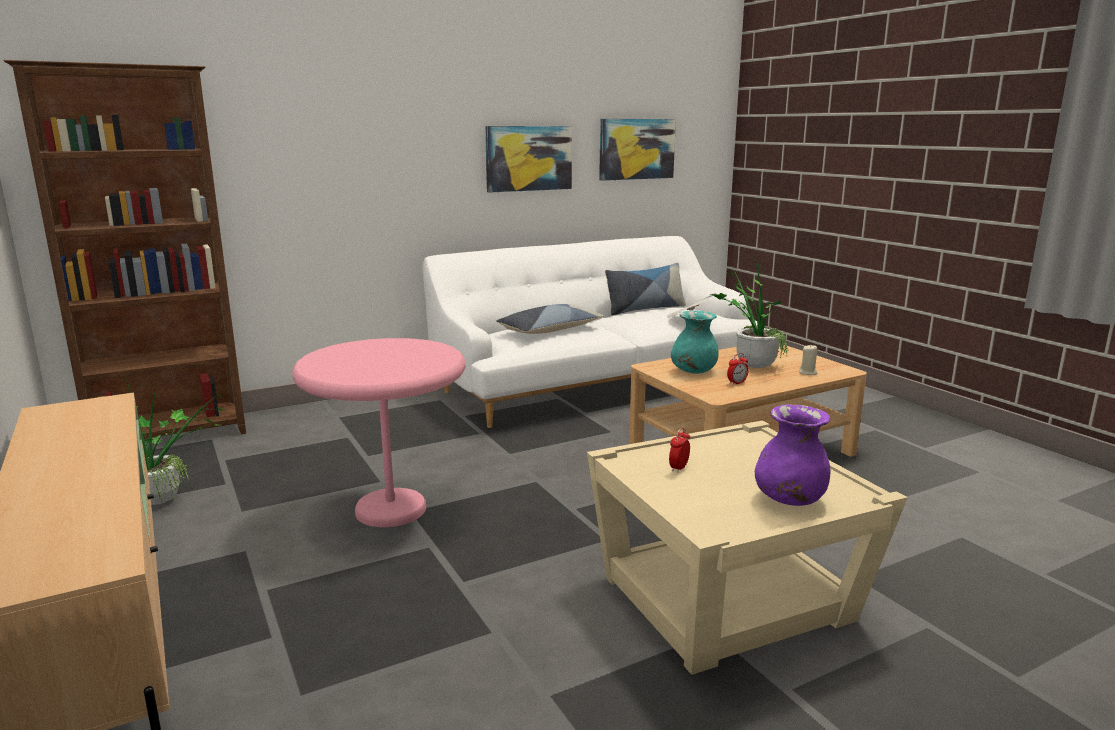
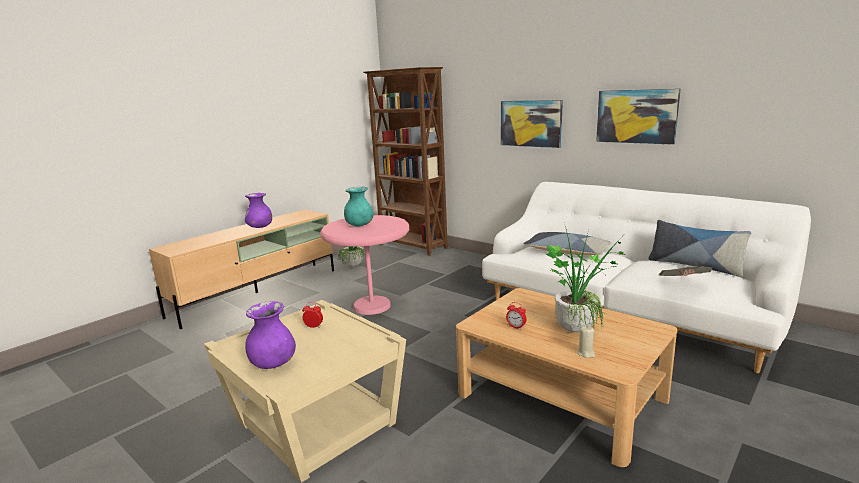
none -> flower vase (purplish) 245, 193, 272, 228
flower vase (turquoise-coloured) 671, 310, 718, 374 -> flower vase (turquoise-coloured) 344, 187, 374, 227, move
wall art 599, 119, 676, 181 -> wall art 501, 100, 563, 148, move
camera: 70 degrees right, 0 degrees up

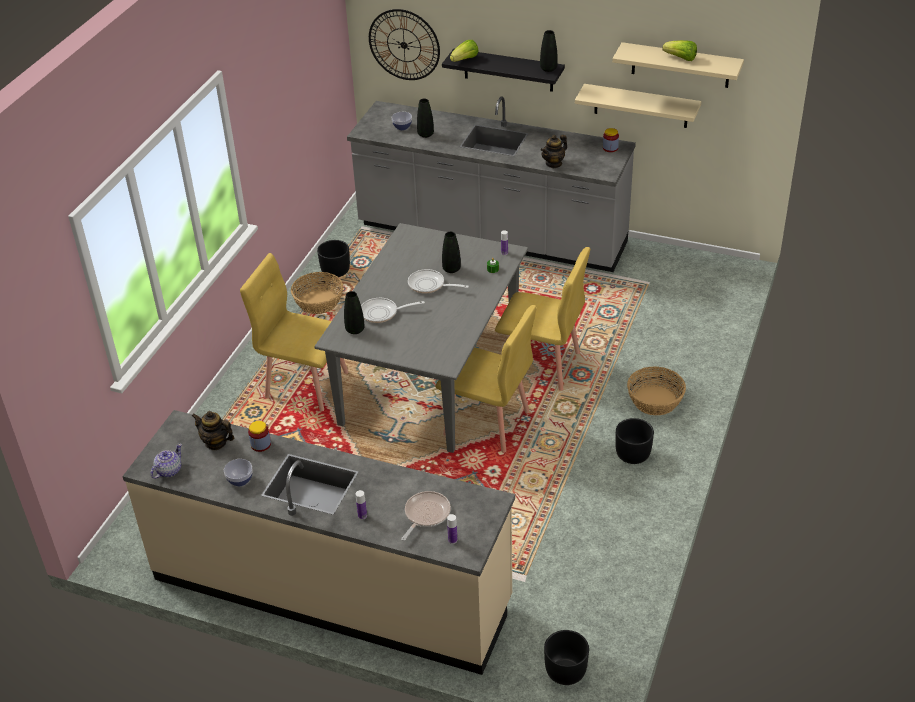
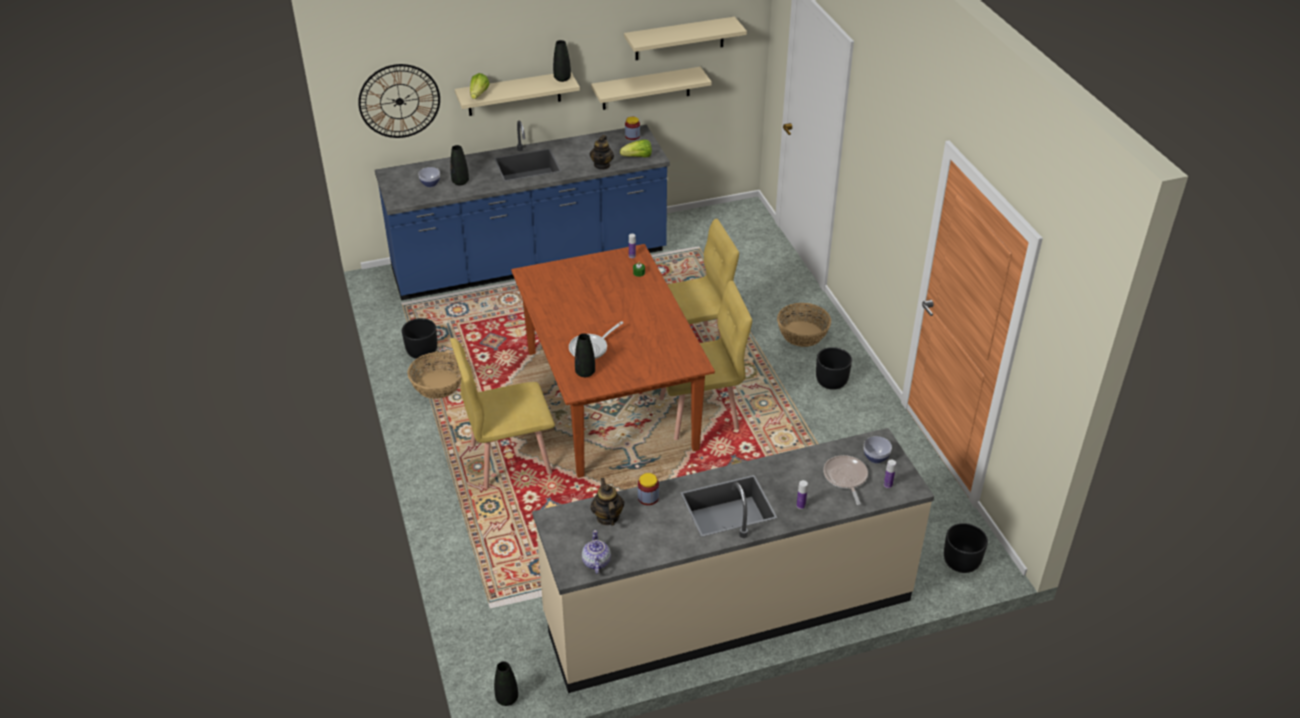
kitchen base unit (grey) 347, 97, 636, 272 -> kitchen base unit (bluish) 375, 121, 670, 300
shelf (blackish) 442, 49, 565, 92 -> shelf (beige) 455, 72, 580, 116
flower vase (blackish) 442, 232, 461, 273 -> flower vase (blackish) 494, 661, 518, 706, move
kitchen table (grey) 314, 223, 528, 453 -> kitchen table (brown-coloured) 511, 244, 715, 478
tea pot 192, 411, 234, 450 -> tea pot 591, 478, 624, 525, 90 degrees clockwise
head of lettuce 662, 40, 697, 61 -> head of lettuce 620, 139, 652, 158, move
serving bowl 224, 459, 253, 486 -> serving bowl 864, 436, 892, 463, move
pan 408, 269, 469, 293 -> none
camera: 40 degrees left, 0 degrees up

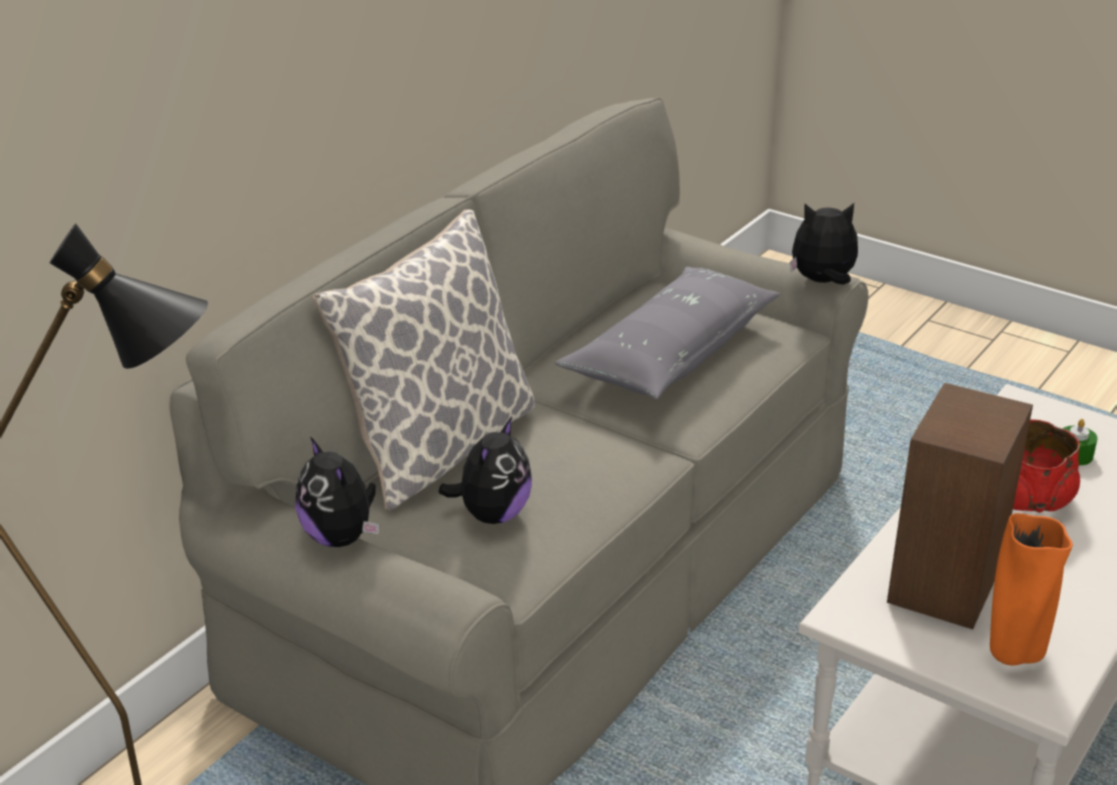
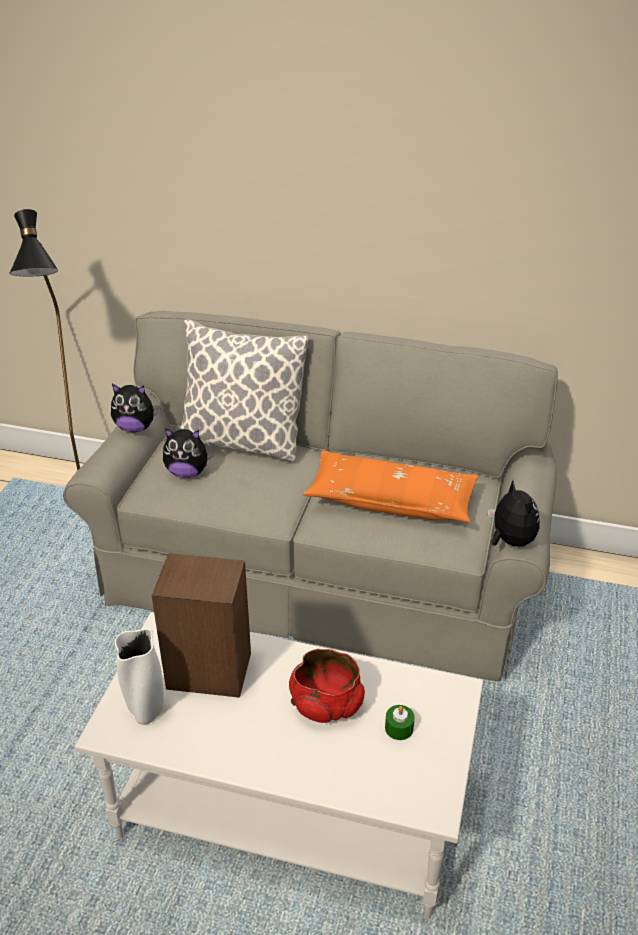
plush toy 295, 437, 379, 547 -> plush toy 111, 384, 160, 432, 120 degrees counterclockwise
flower vase (orangey) 990, 513, 1073, 665 -> flower vase (white) 115, 629, 164, 725
pillow (grey) 555, 267, 781, 399 -> pillow (orangey) 303, 450, 478, 523
camera: 70 degrees right, 5 degrees up

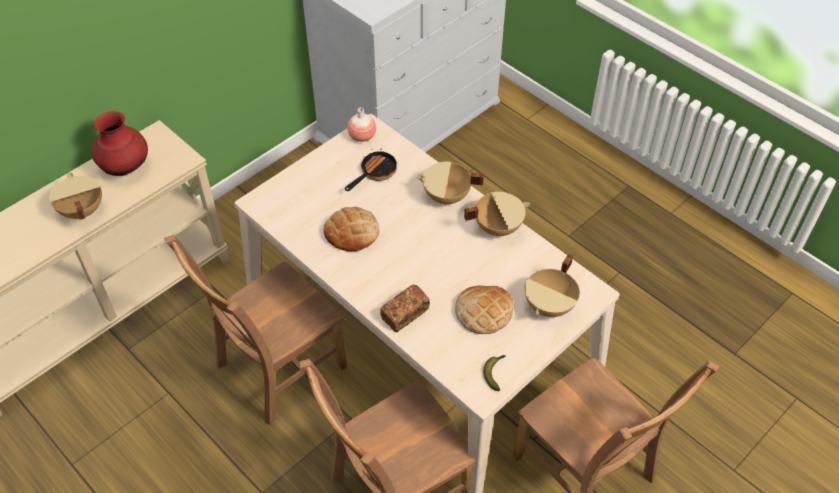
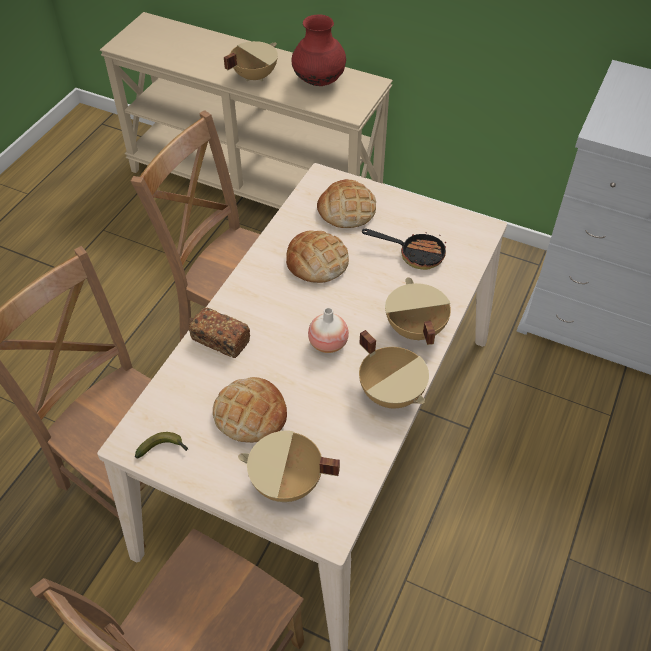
flower vase 347, 107, 376, 142 -> flower vase 308, 308, 349, 353, move
none -> bread 317, 179, 376, 228
camera: 70 degrees right, 0 degrees up

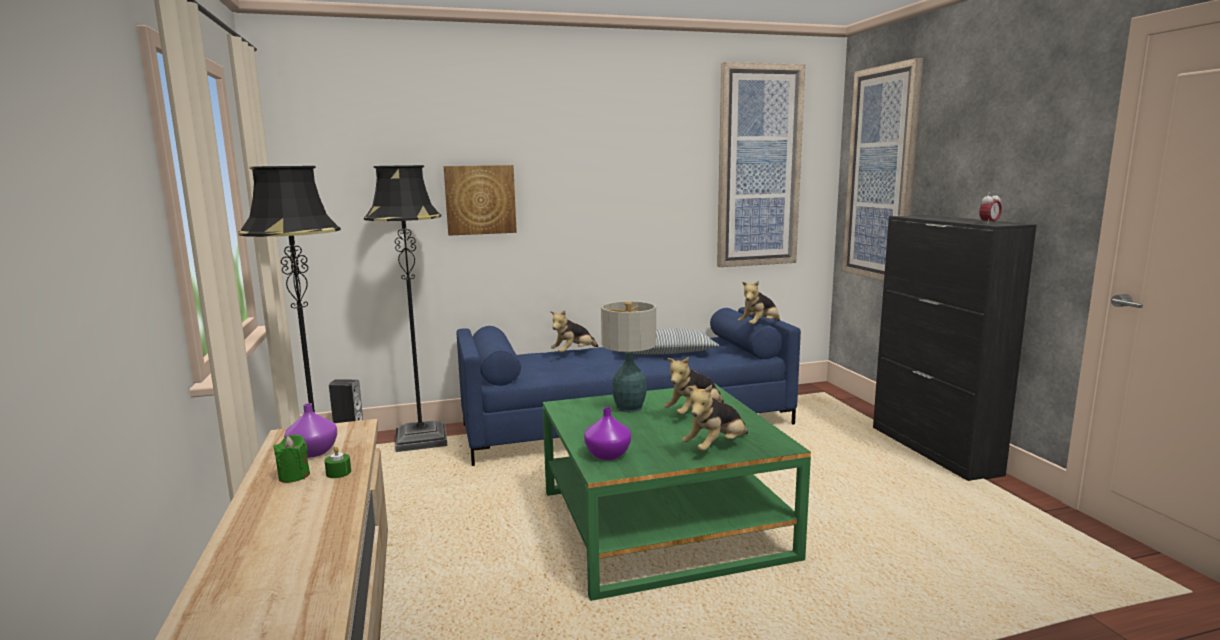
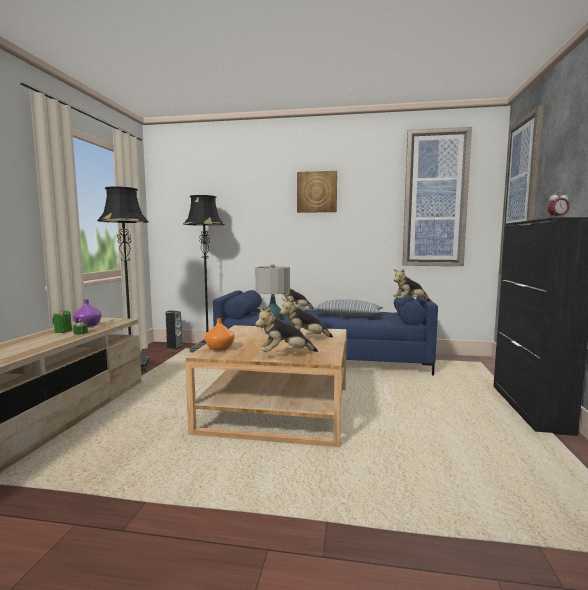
lounge table (green-coloured) 543, 384, 811, 601 -> lounge table (beige) 185, 325, 347, 447
flower vase (purplish) 584, 407, 631, 460 -> flower vase (orangey) 205, 318, 234, 351
wall art 444, 165, 517, 236 -> wall art 297, 171, 337, 213, move
camera: 25 degrees right, 5 degrees down

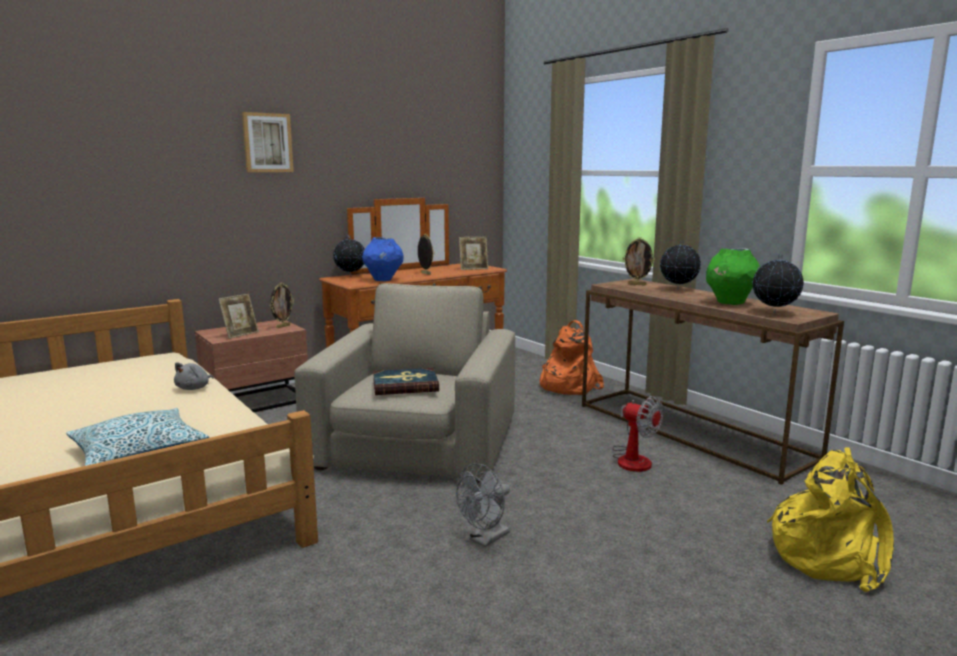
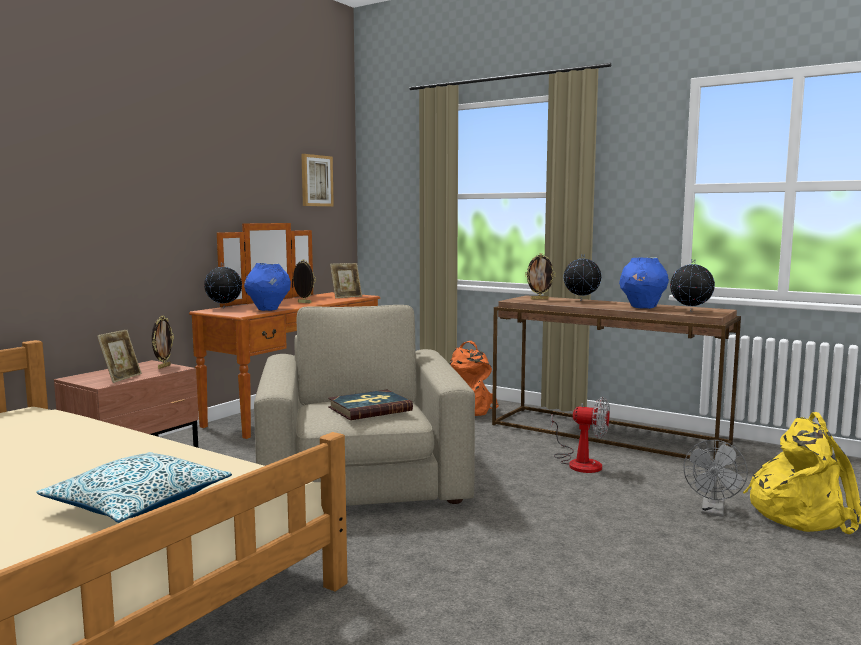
wall art 242, 112, 294, 172 -> wall art 301, 154, 334, 206, move
flower vase (green-coloured) 706, 249, 760, 305 -> flower vase (bluish) 619, 257, 669, 309
cooling fan (grey) 456, 463, 510, 547 -> cooling fan (grey) 683, 440, 748, 516, move
plush toy (grey) 174, 362, 214, 390 -> none
camera: 20 degrees left, 5 degrees down

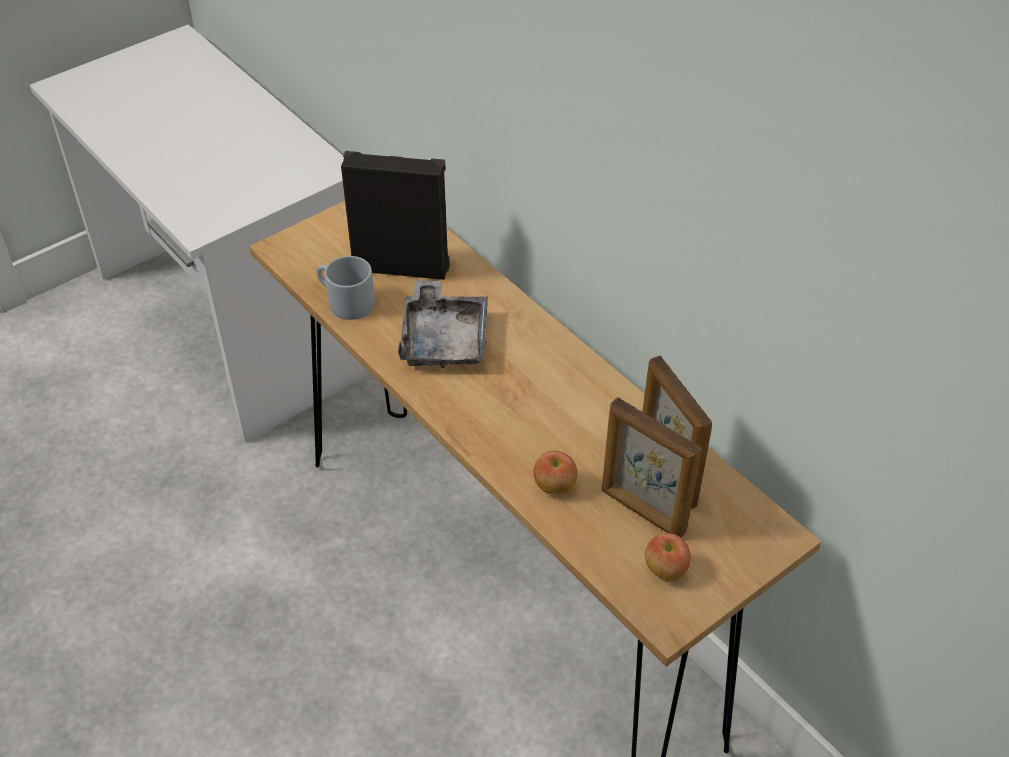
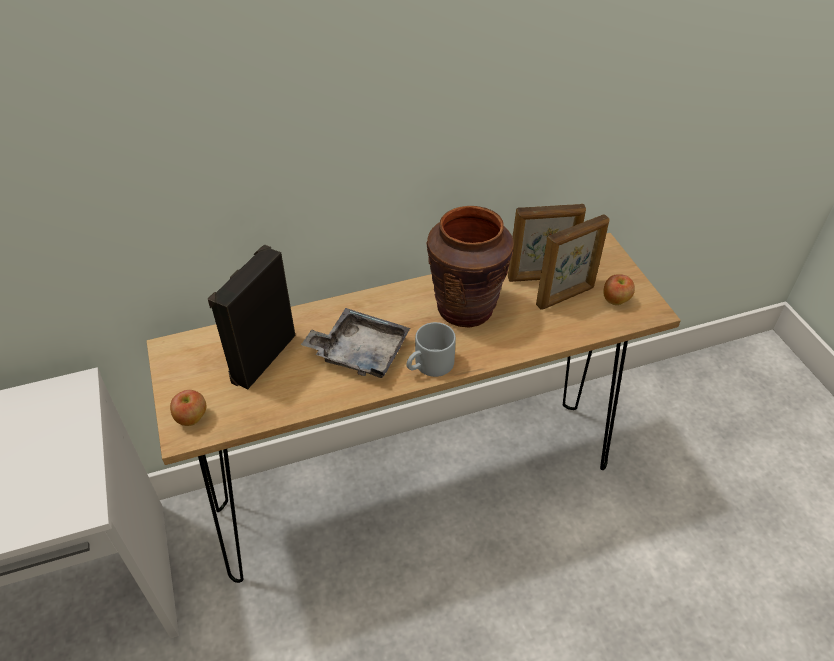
apple fruit 533, 450, 577, 494 -> apple fruit 170, 390, 206, 426, move
coffee mug (grey) 316, 256, 375, 320 -> coffee mug (grey) 407, 322, 456, 377, move
none -> flower vase (brown-coloured) 427, 206, 514, 328
camera: 70 degrees left, 0 degrees up

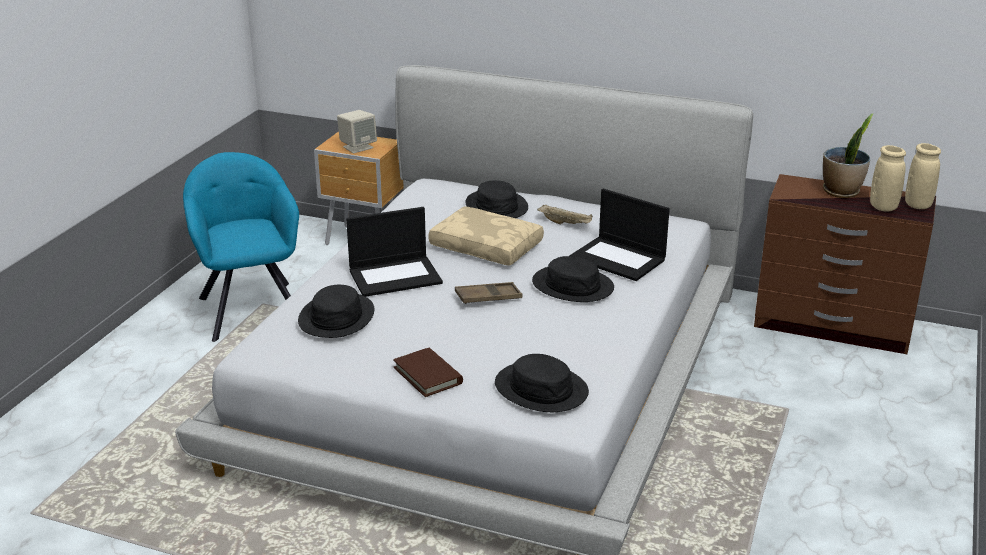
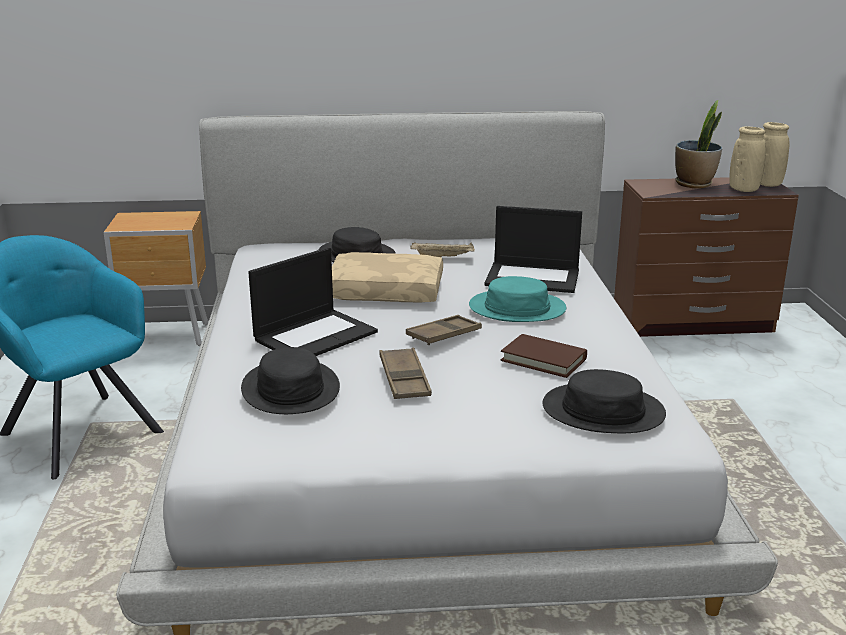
none -> tray (brown-coloured) 379, 348, 432, 399
hat (blackish) 532, 256, 614, 302 -> hat (turquoise-coloured) 469, 276, 566, 322
volume (brown-coloured) 393, 348, 463, 397 -> volume (brown-coloured) 501, 334, 587, 378, move
loudspeaker (beige) 337, 110, 377, 153 -> none
camera: 25 degrees left, 5 degrees down

